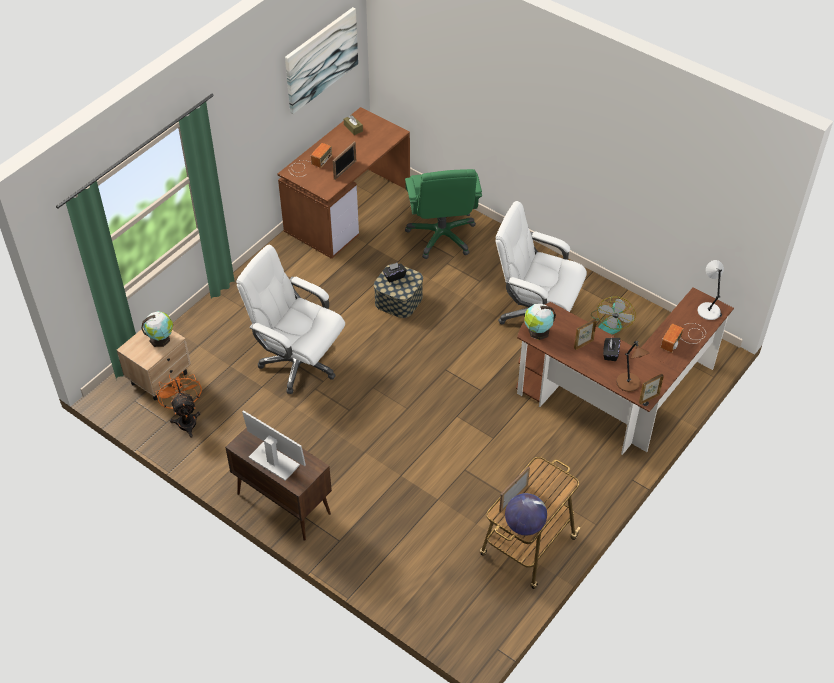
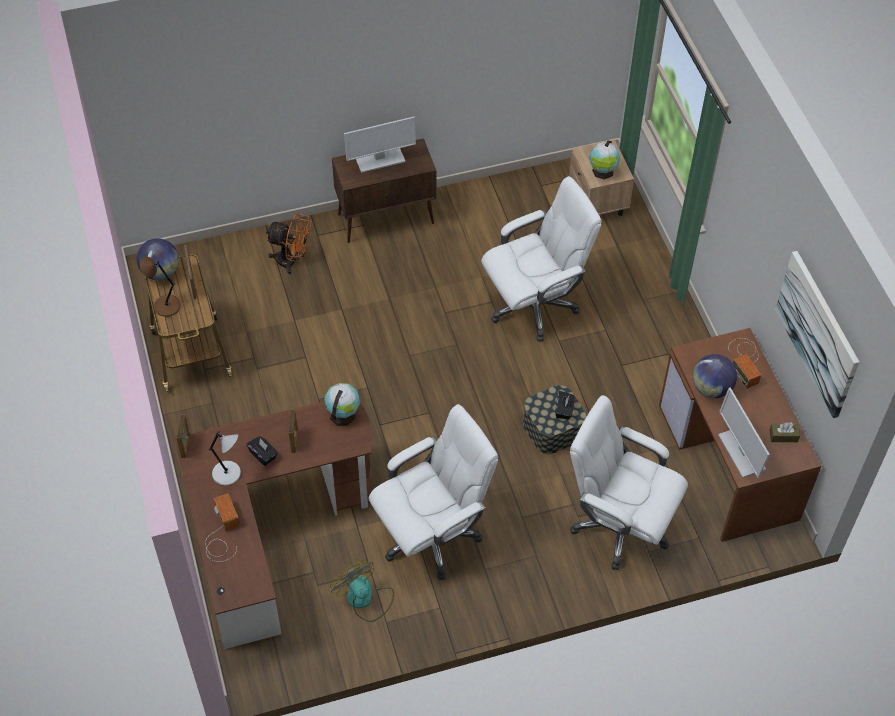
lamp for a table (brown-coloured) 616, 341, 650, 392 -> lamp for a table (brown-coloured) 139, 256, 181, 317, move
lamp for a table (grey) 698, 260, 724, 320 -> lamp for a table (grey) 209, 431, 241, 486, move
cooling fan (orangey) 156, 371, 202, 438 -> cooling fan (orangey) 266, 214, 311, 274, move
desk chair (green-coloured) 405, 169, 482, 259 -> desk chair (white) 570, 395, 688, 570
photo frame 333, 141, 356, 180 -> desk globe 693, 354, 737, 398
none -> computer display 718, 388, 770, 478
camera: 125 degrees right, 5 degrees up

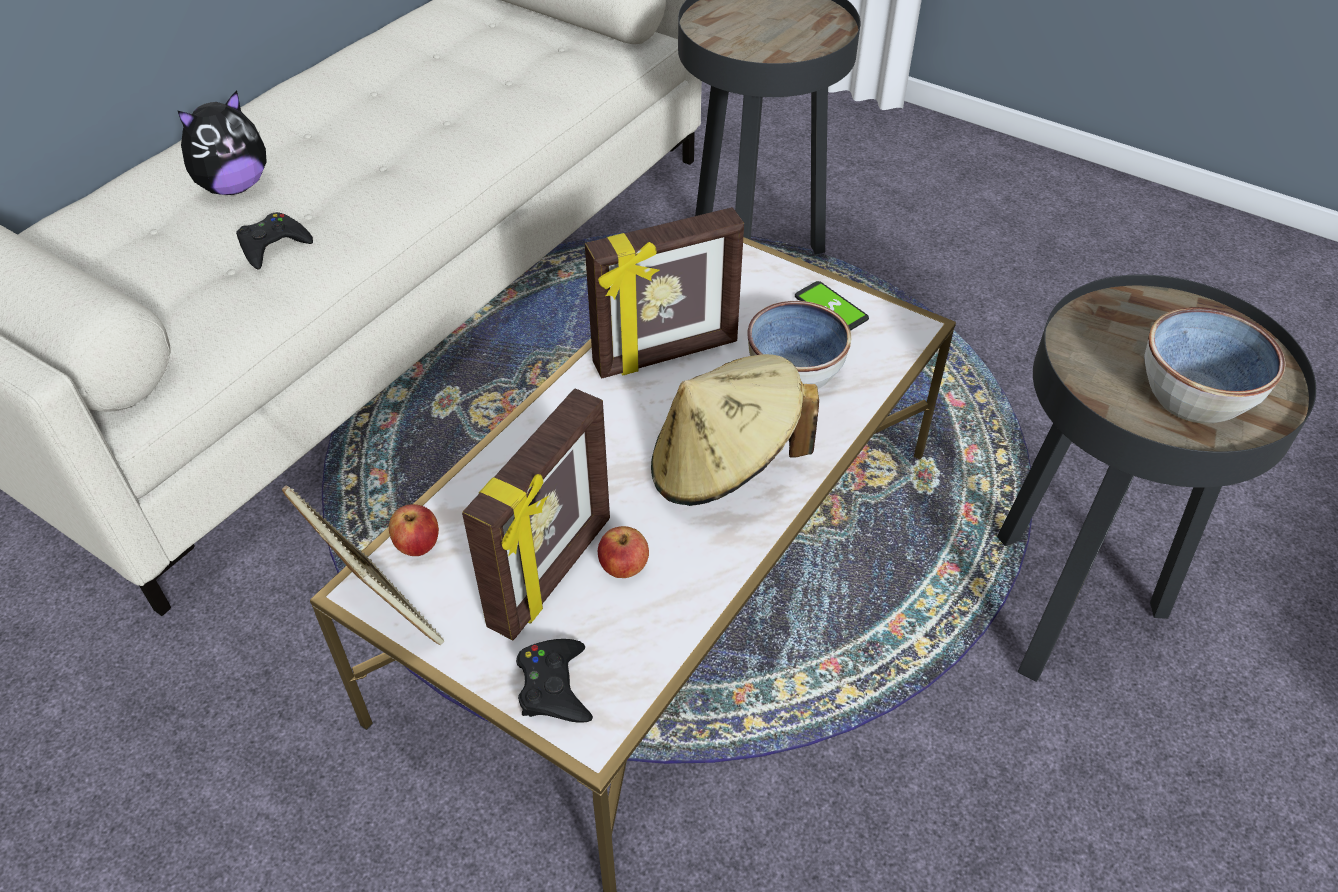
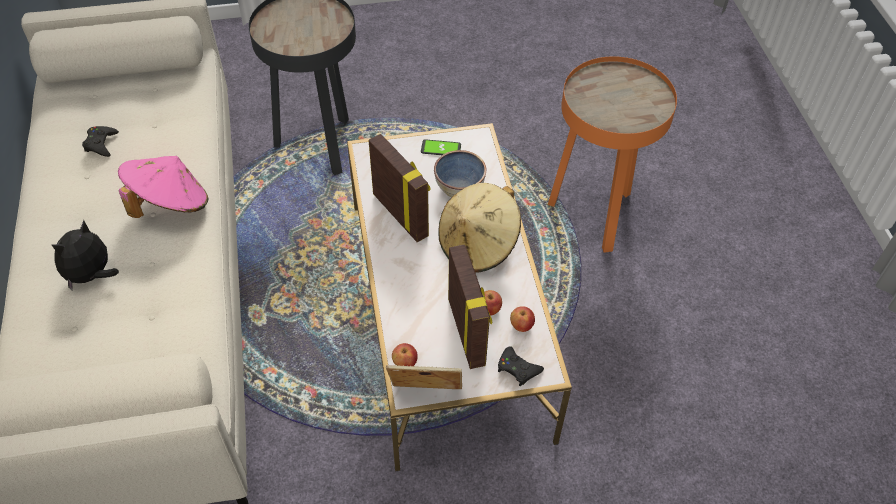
plush toy 178, 90, 267, 195 -> plush toy 52, 220, 119, 291, 150 degrees counterclockwise
gamepad (blackish) 236, 212, 313, 269 -> gamepad (blackish) 82, 126, 119, 157, move
none -> hat (pinkish) 118, 156, 208, 218
photo frame 585, 207, 744, 378 -> photo frame 369, 134, 430, 242, 60 degrees counterclockwise
none -> apple fruit 510, 306, 535, 332
accent table (blackish) 997, 274, 1316, 682 -> accent table (orangey) 548, 56, 677, 253
serving bowl 1144, 307, 1286, 424 -> none
camera: 45 degrees left, 5 degrees up

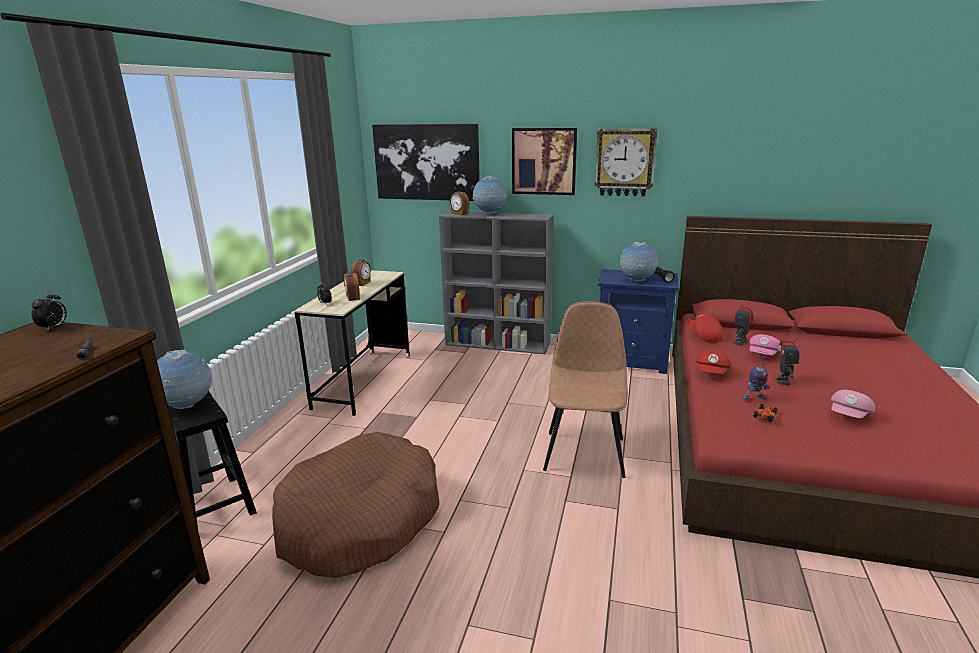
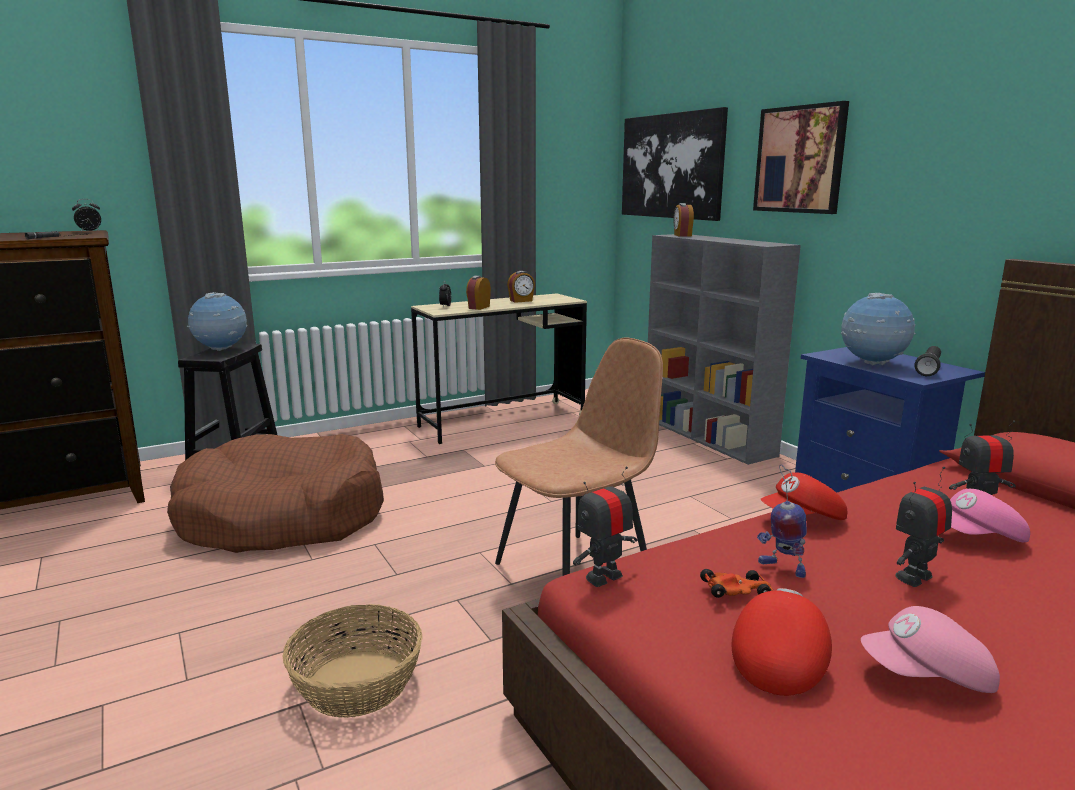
none -> household basket 283, 604, 422, 718
none -> toy robot 573, 466, 638, 587
cap (red) 688, 314, 724, 343 -> cap (red) 732, 588, 832, 696, move
desk globe 472, 176, 507, 214 -> none
wall clock 595, 128, 658, 197 -> none
camera: 45 degrees right, 5 degrees down

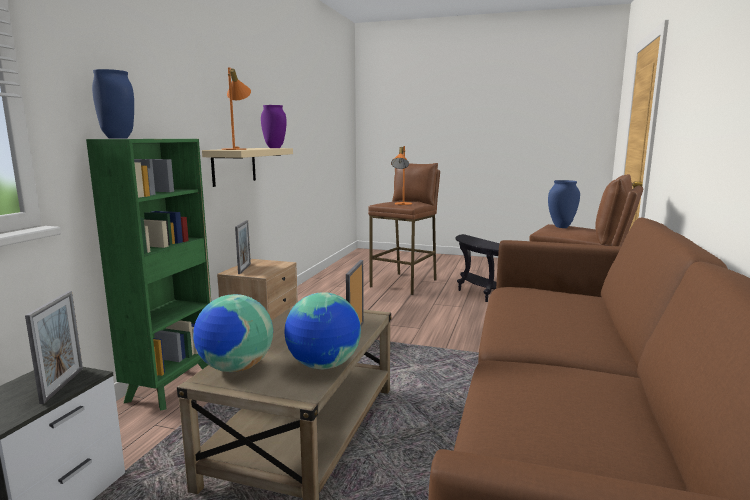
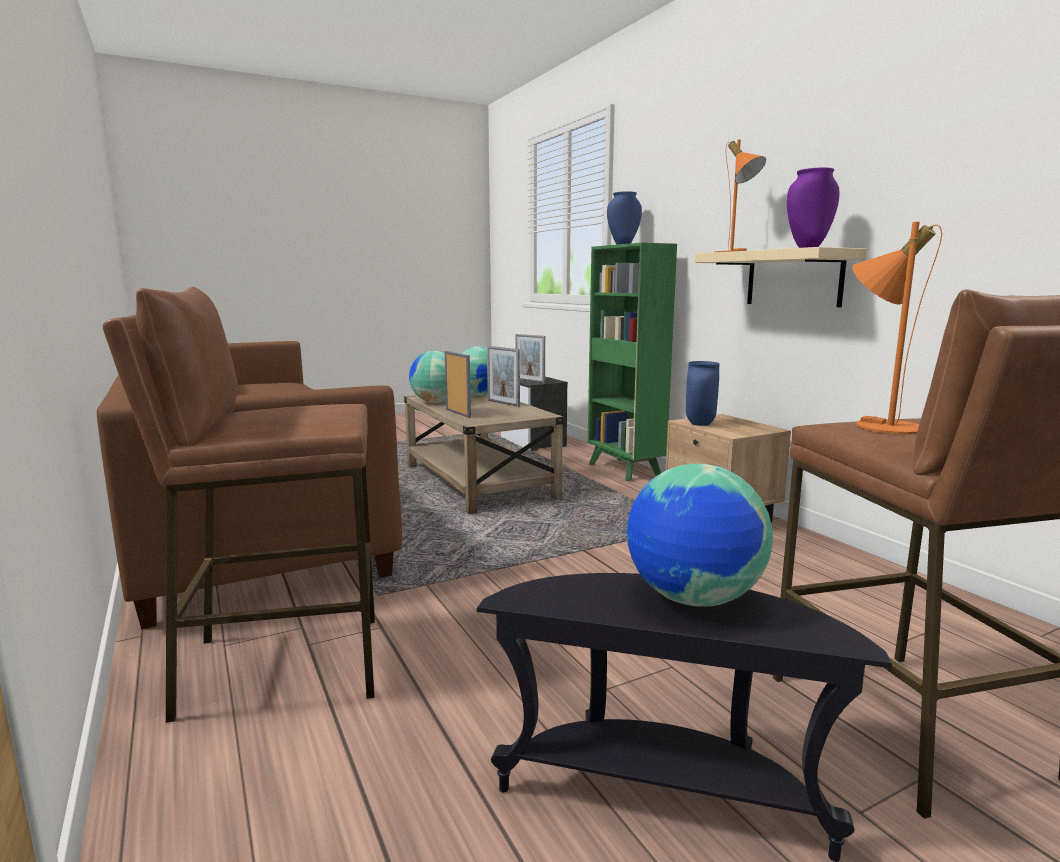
photo frame 235, 220, 251, 274 -> photo frame 487, 346, 520, 407, move
none -> desk globe 627, 464, 773, 607
flower vase (bluish) 548, 180, 580, 228 -> flower vase (bluish) 686, 361, 720, 426, move
camera: 135 degrees right, 0 degrees up

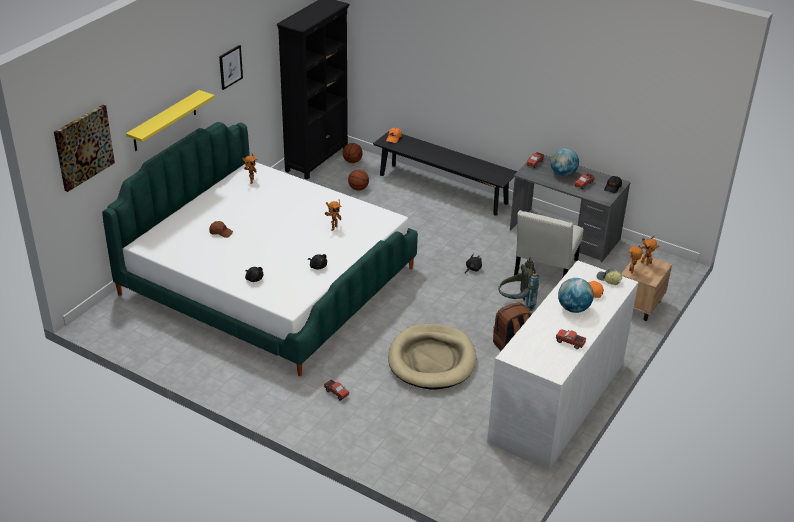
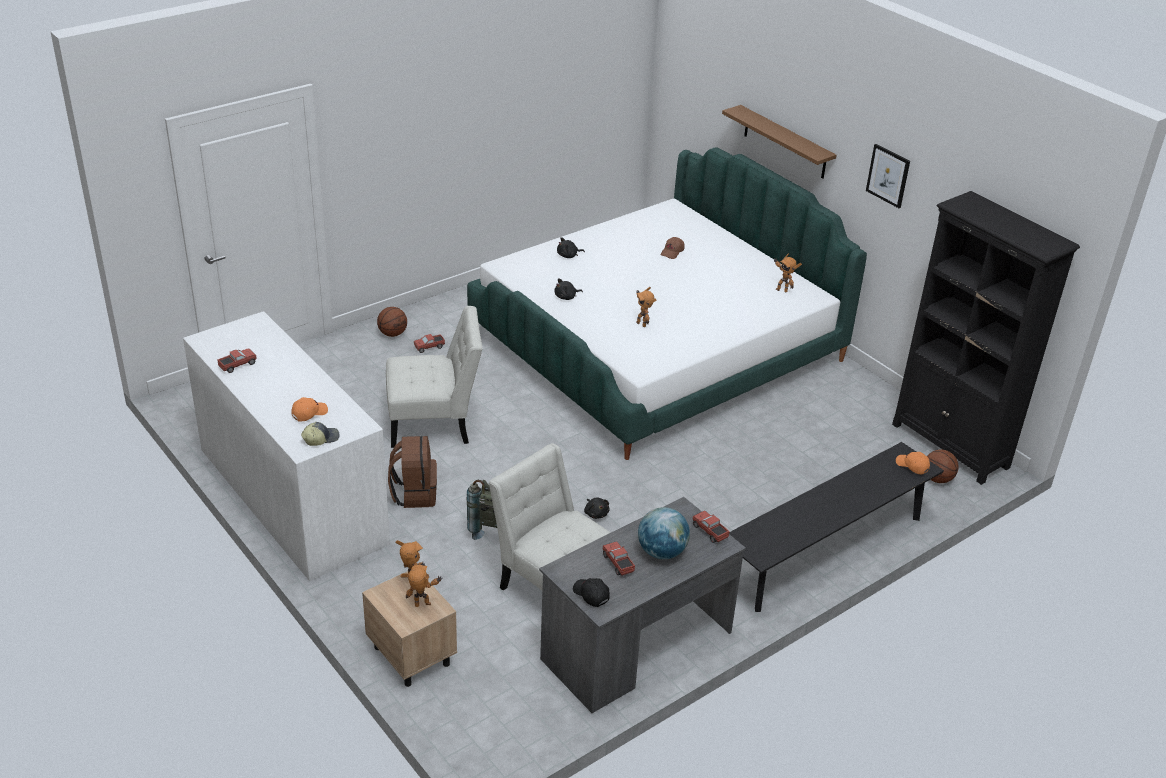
basketball ball 348, 170, 369, 191 -> basketball ball 377, 307, 407, 337, move
dog bed (beige) 388, 324, 476, 390 -> upright chair (white) 386, 306, 482, 448
shelf (yellow-coloured) 126, 90, 215, 151 -> shelf (brown-coloured) 722, 105, 836, 179
wall art 54, 105, 115, 192 -> none
desk globe 558, 278, 594, 313 -> none
camera: 110 degrees right, 0 degrees up

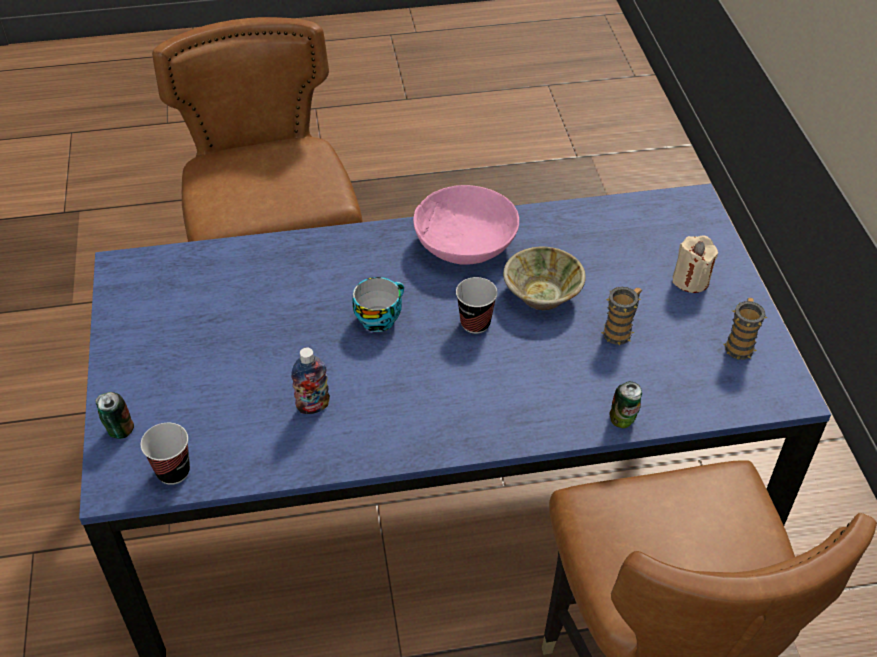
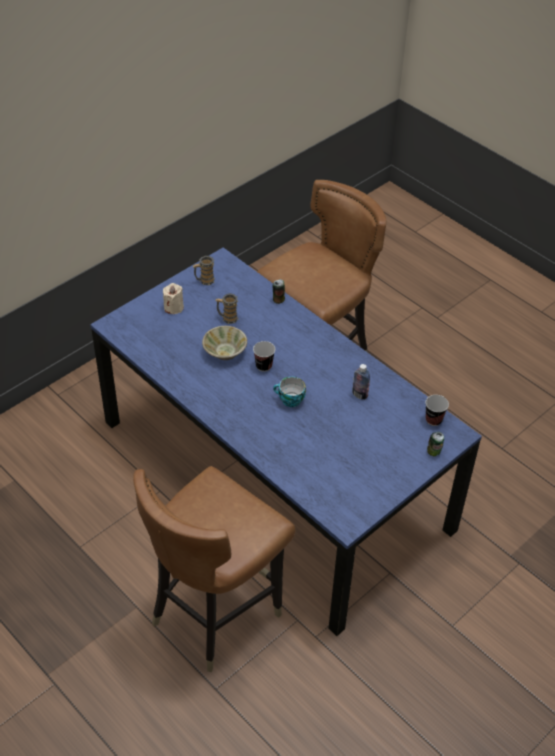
serving bowl (pinkish) 413, 185, 519, 265 -> none
camera: 125 degrees left, 0 degrees up

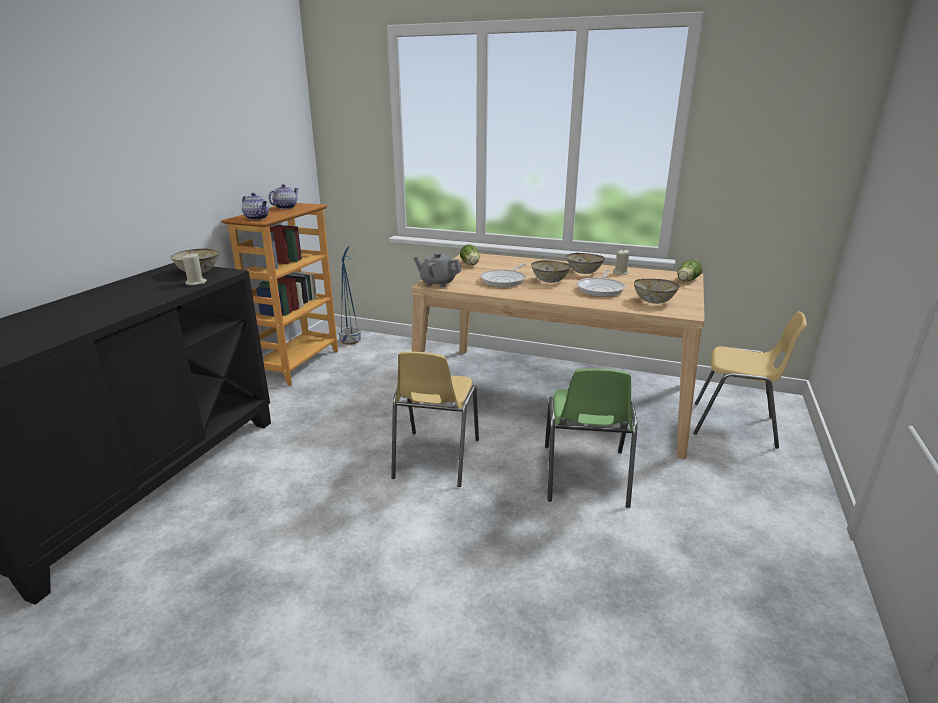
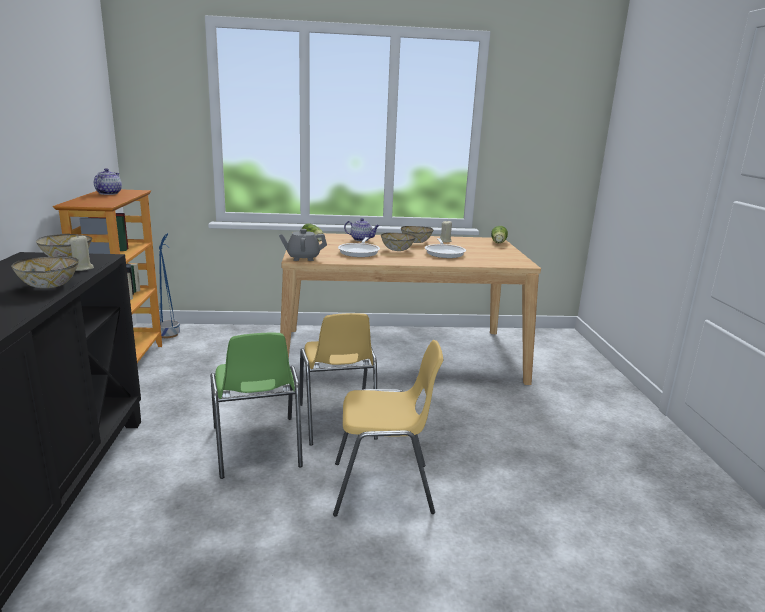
serving bowl 634, 279, 679, 304 -> serving bowl 11, 257, 79, 288, move
upright chair (green-coloured) 545, 368, 637, 508 -> upright chair (green-coloured) 210, 333, 303, 479, move
upright chair (yellow-coloured) 693, 311, 807, 448 -> upright chair (yellow-coloured) 333, 340, 443, 517, move
tea pot 242, 193, 269, 220 -> tea pot 344, 218, 380, 241, move
camera: 25 degrees left, 5 degrees down

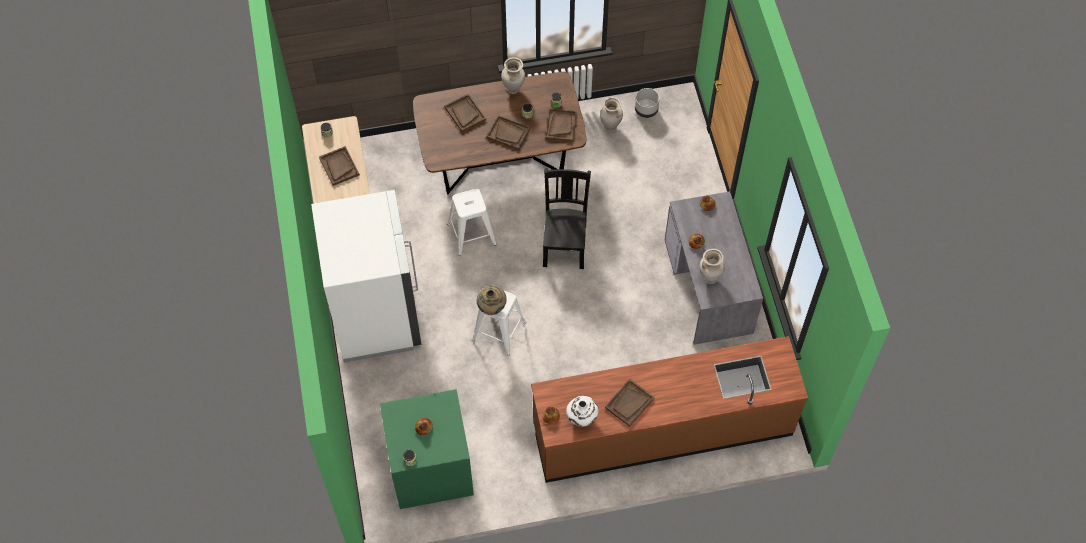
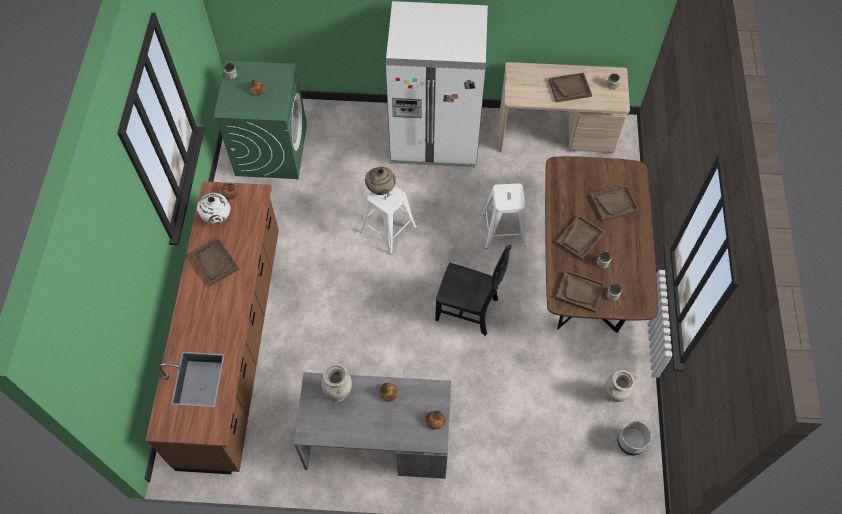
flower vase (beige) 501, 57, 525, 94 -> none
camera: 105 degrees right, 0 degrees up

